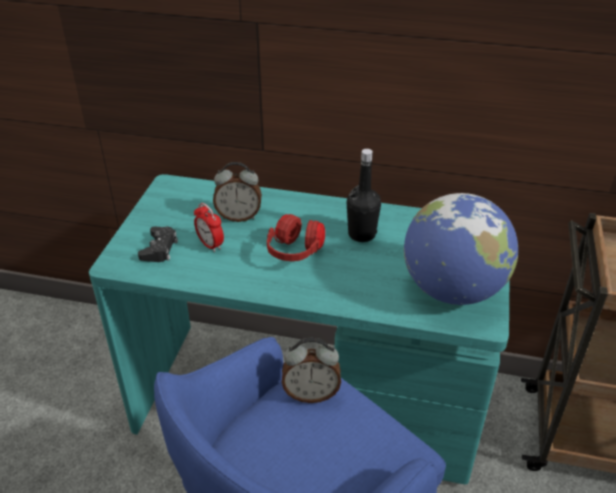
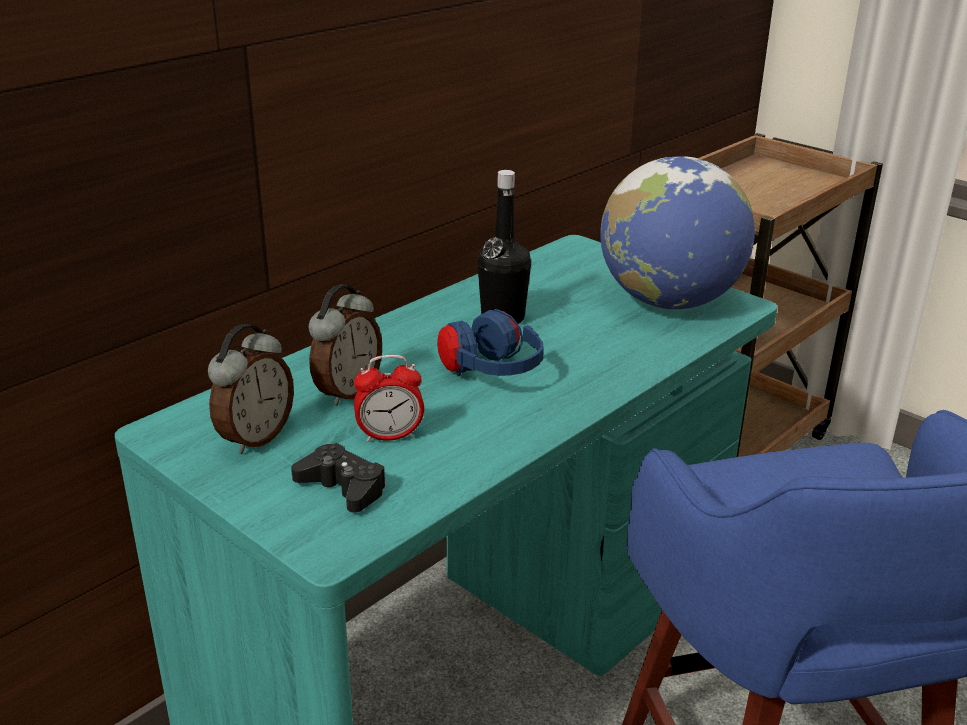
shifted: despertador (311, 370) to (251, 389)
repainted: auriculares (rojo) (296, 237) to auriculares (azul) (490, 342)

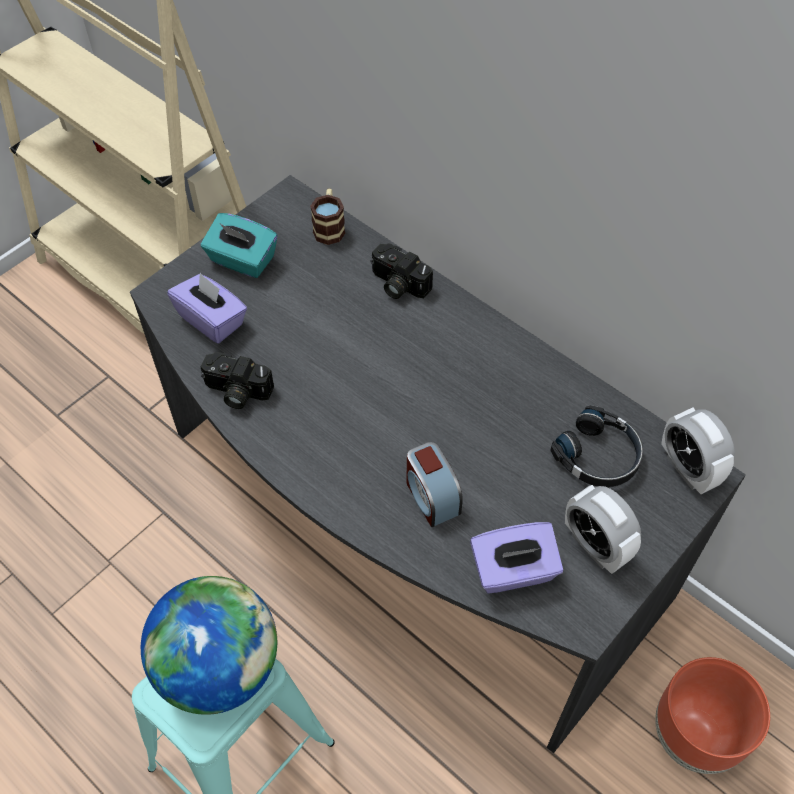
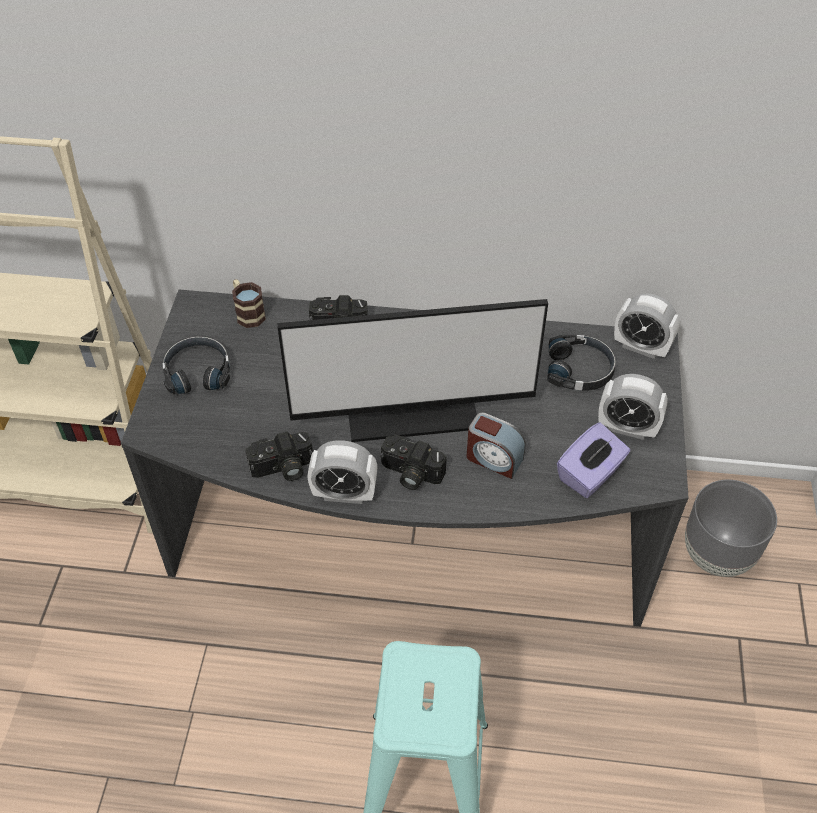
gone: globo terráqueo (209, 645); caja de pañuelos (morado) (207, 308)
new: monitor (412, 370); despertador (342, 472); cámara (413, 462)
swapped: caja de pañuelos (turquesa) (239, 245) to auriculares (negro) (196, 365)
repainted: maceta (marrón) (712, 715) to maceta (gris) (731, 528)

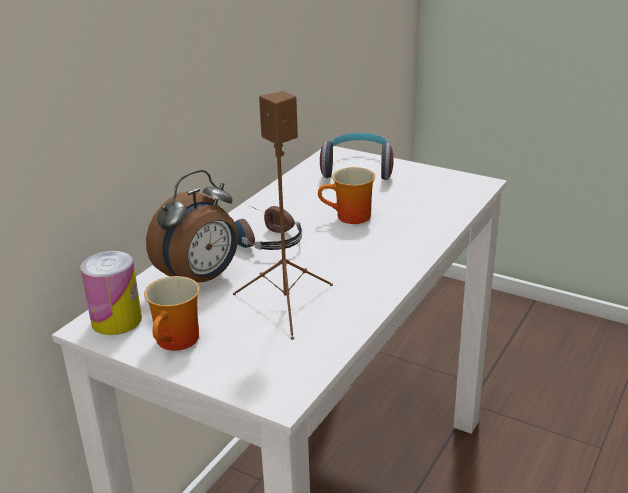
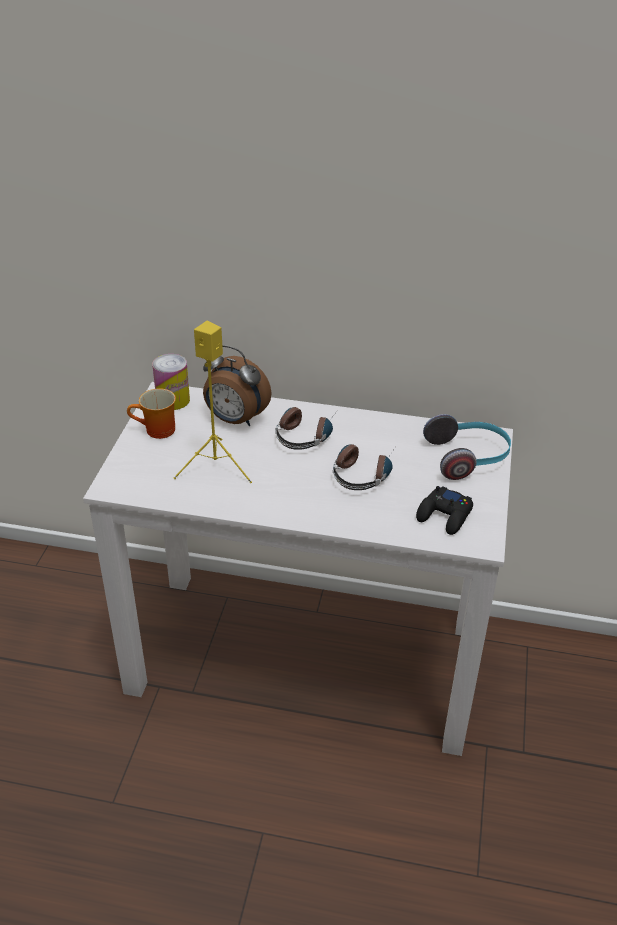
new: mando de consola (negro) (444, 510)
swapped: taza grande (346, 195) to auriculares (364, 467)
repainted: altavoz (marrón) (283, 215) to altavoz (amarillo) (213, 402)

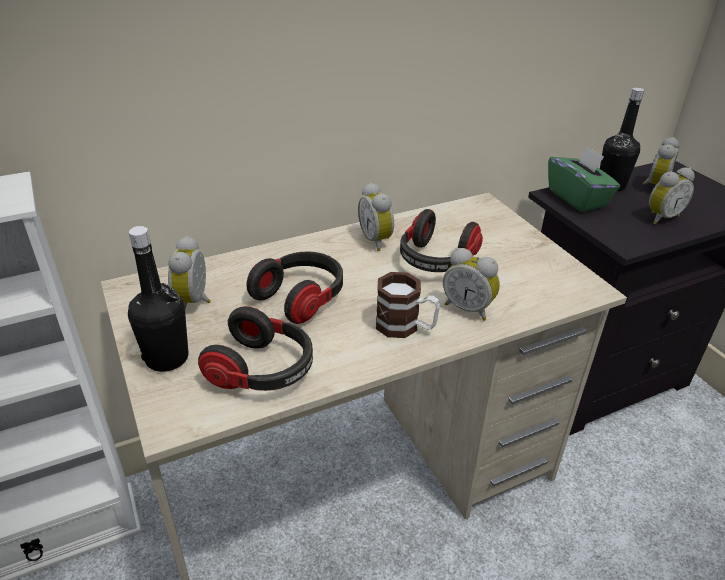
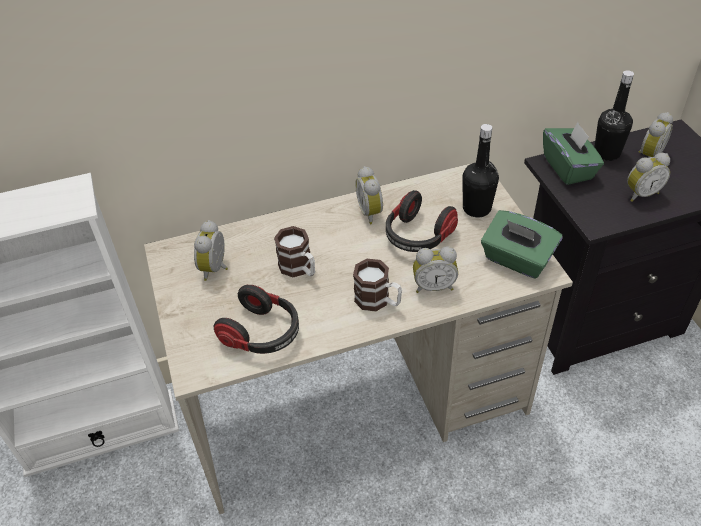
new: caja de pañuelos (verde) (522, 244)
shifted: botella (negro) (158, 299) to (480, 170)
swapped: auriculares (295, 287) to taza grande (294, 251)
rotated: despertador (471, 284) = (435, 269) 45 degrees counterclockwise

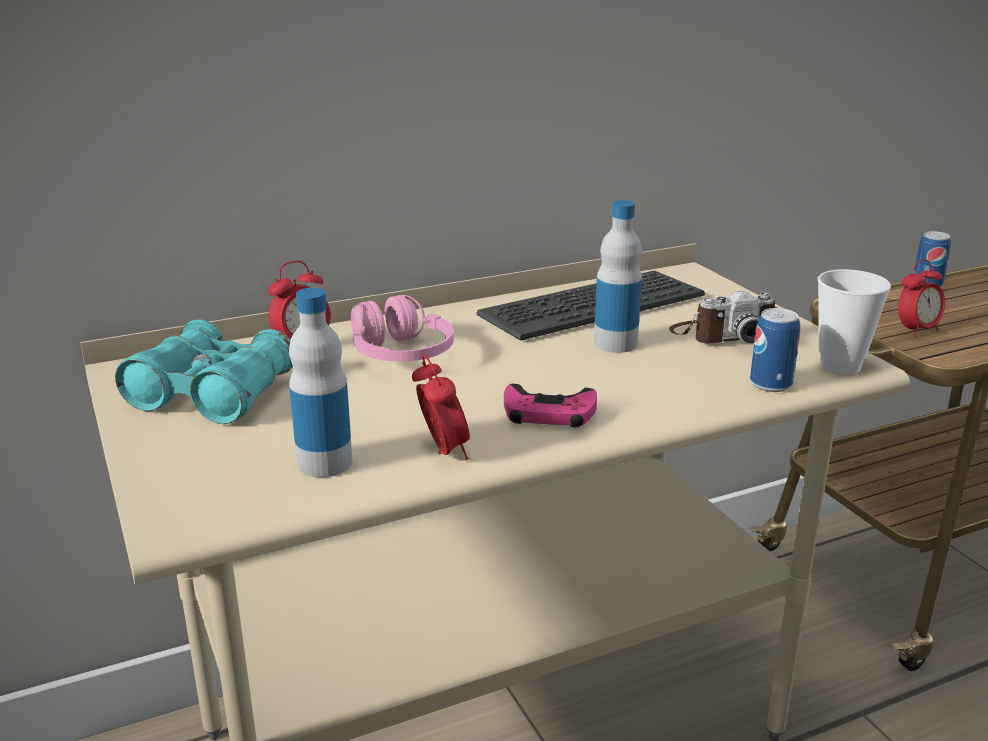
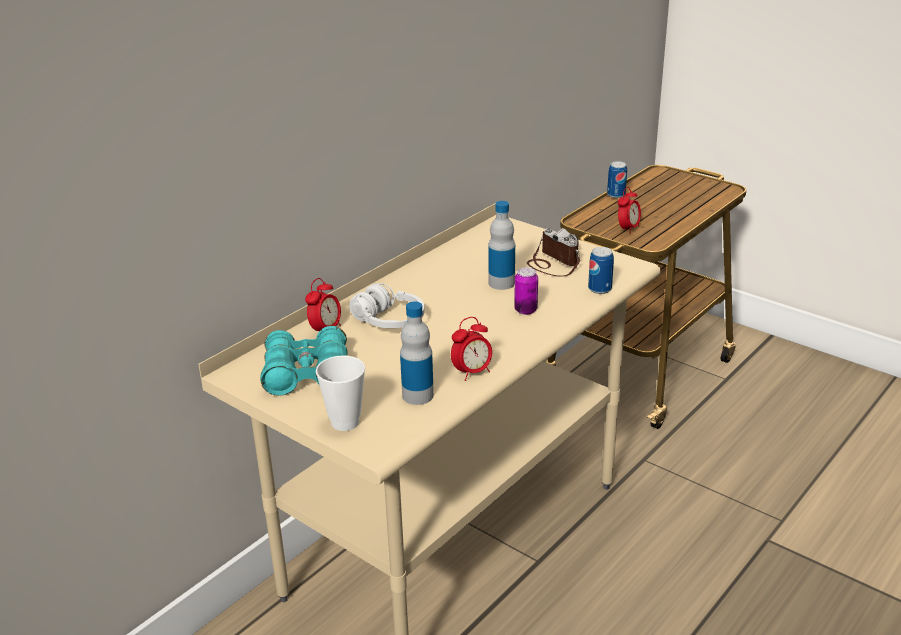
gone: teclado (590, 306); mando de consola (rosa) (550, 405)
new: lata (526, 291)
shifted: taza (854, 322) to (340, 393)
repainted: auriculares (rosa) (402, 328) to auriculares (blanco) (386, 305)
rotated: despertador (441, 407) = (471, 349) 105 degrees clockwise; cámara (723, 317) = (553, 252) 90 degrees counterclockwise

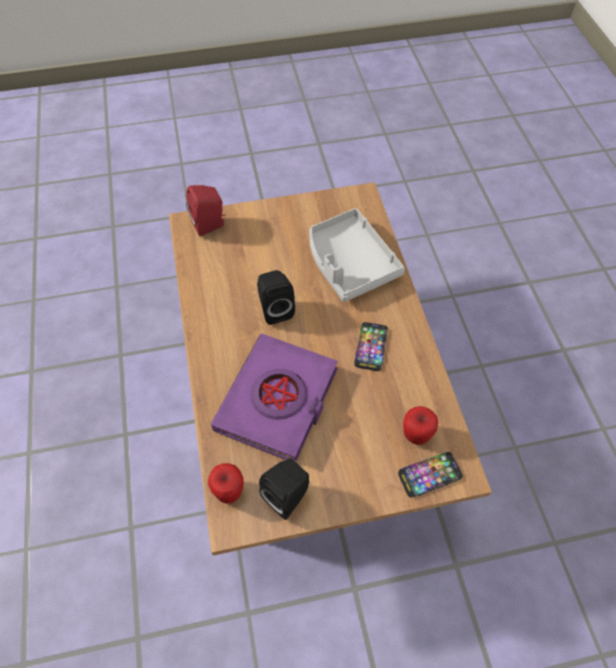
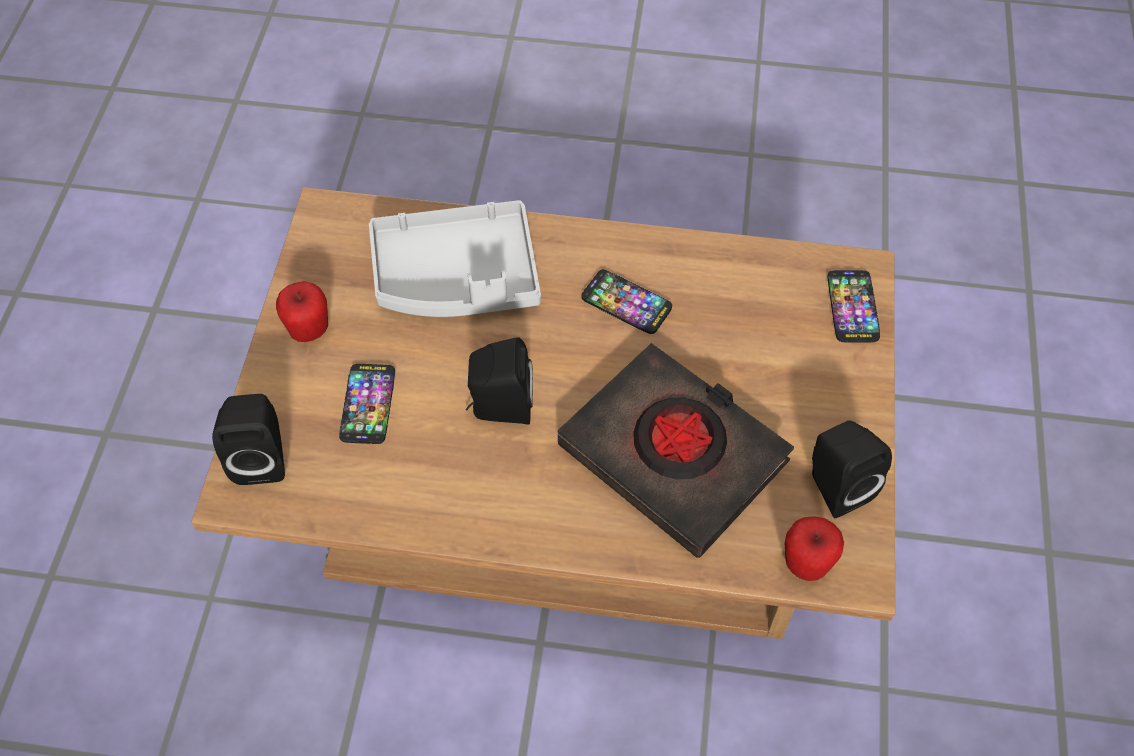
new: móvil (367, 404)
shifted: manzana (420, 425) to (302, 311)
repainted: altavoz (rojo) (205, 210) to altavoz (negro) (248, 439); libro (morado) (274, 397) to libro (negro) (676, 450)

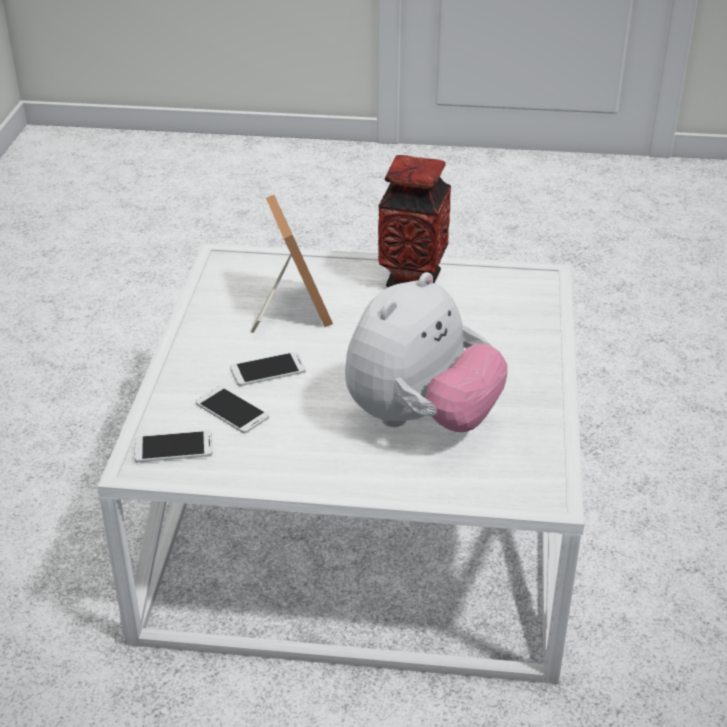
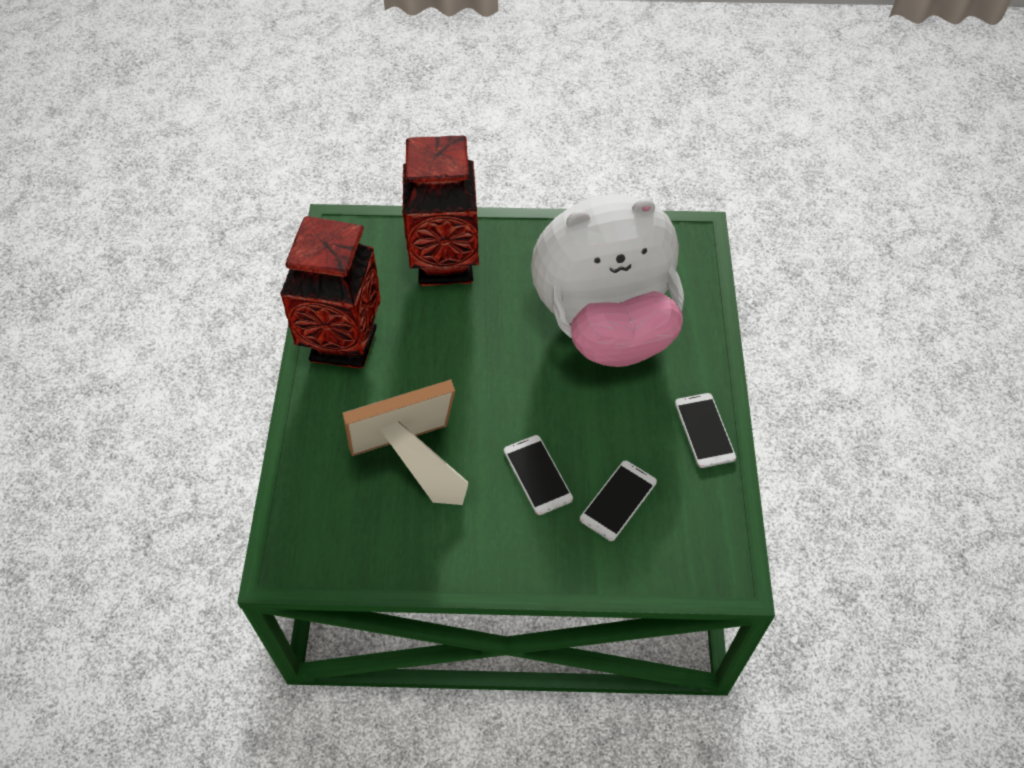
new: florero (440, 211)
shifted: móvil (173, 446) to (705, 430)
repainted: mesa de centro (blanco) (340, 463) to mesa de centro (verde) (506, 450)
rotated: peluche (426, 352) = (607, 280) 135 degrees clockwise

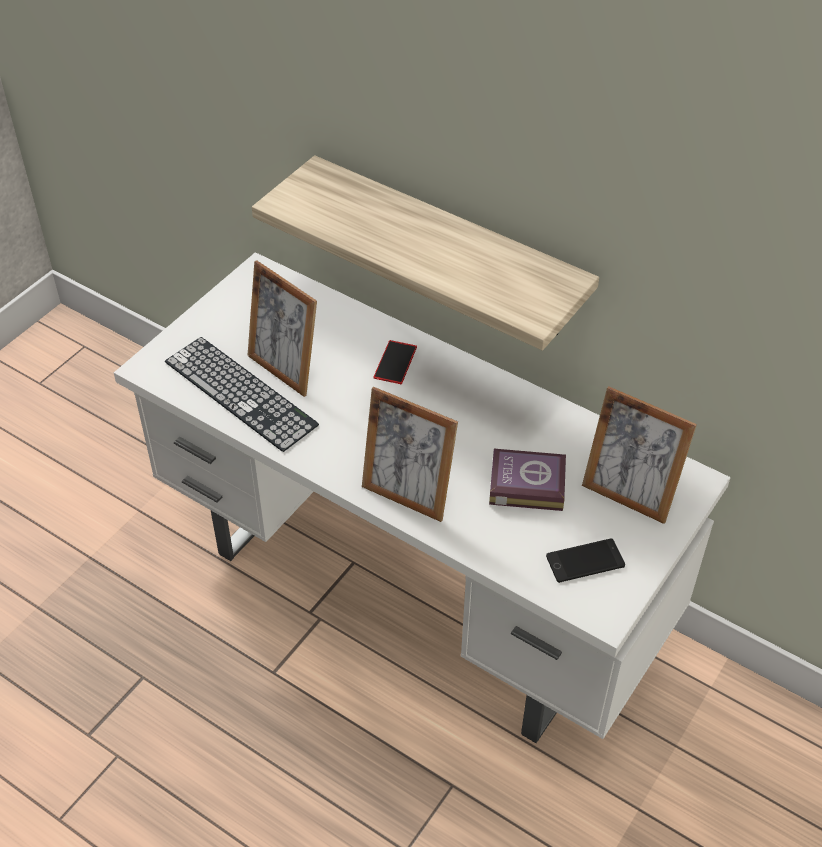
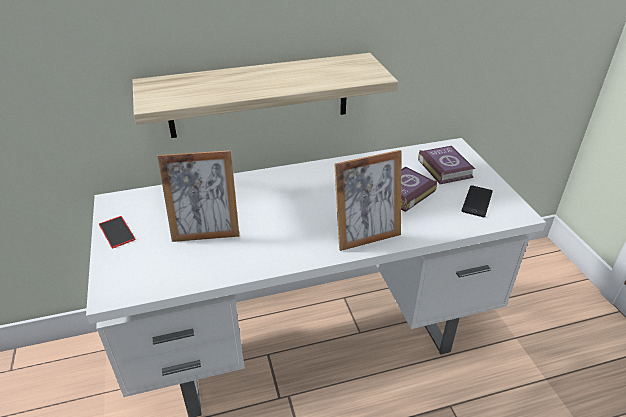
gone: teclado (242, 394)
shifted: móvil (395, 362) to (117, 232)
swapped: portarretratos (639, 455) to libro (446, 165)

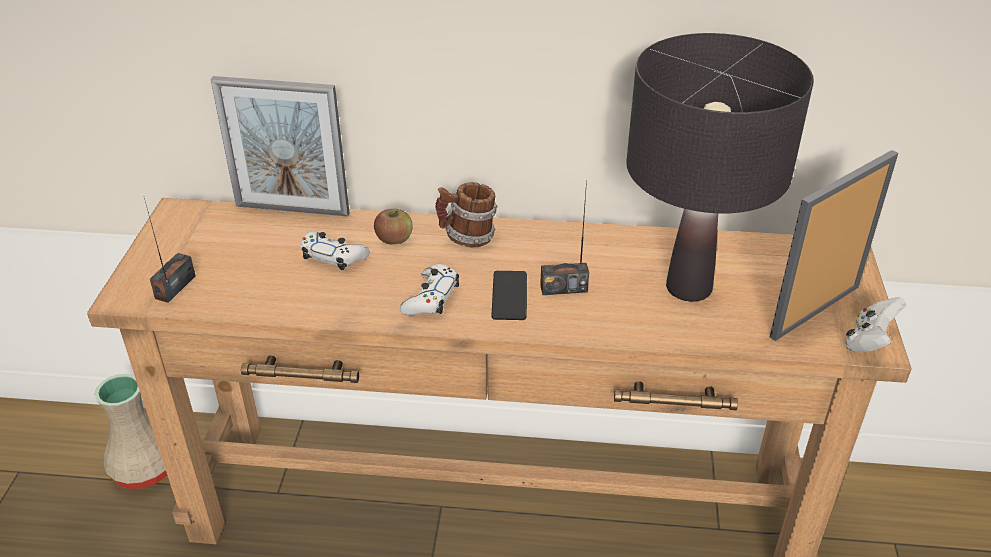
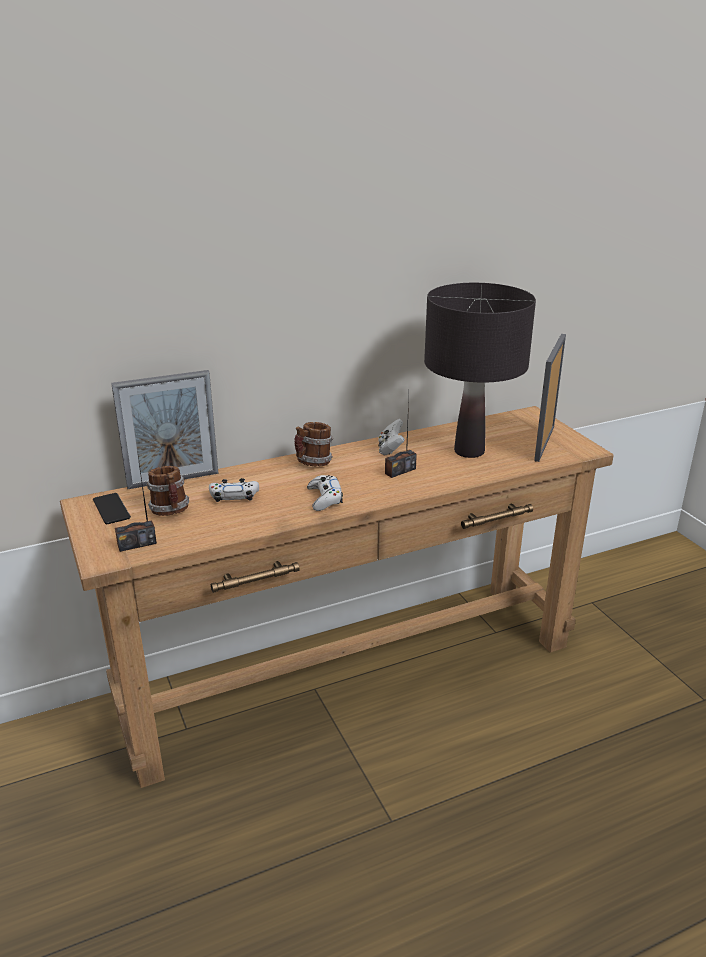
gone: florero (beis) (131, 431); manzana (393, 226)
new: taza grande (167, 491)
shifted: móvil (509, 295) to (112, 508); mando de consola (blanco) (875, 324) to (391, 437)
rotated: radio (170, 250) = (136, 504) 105 degrees counterclockwise

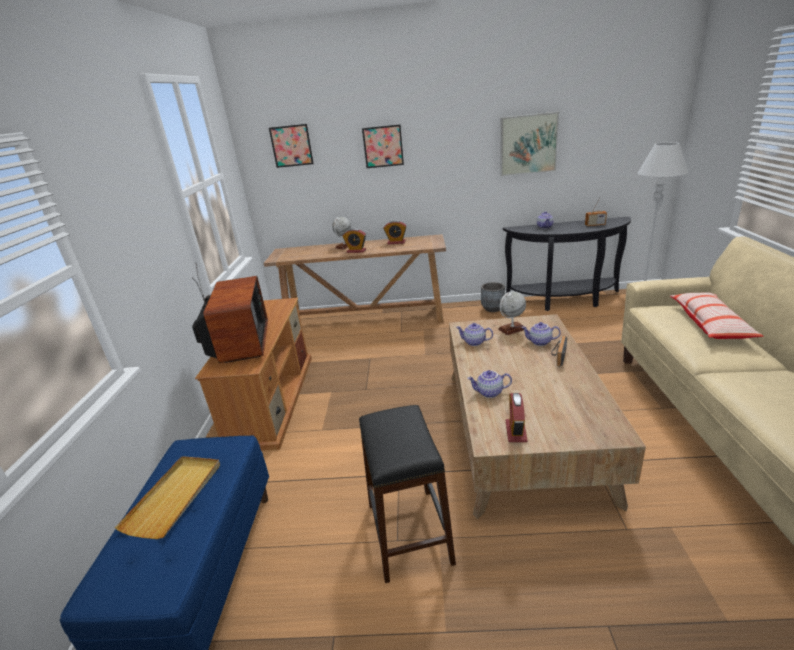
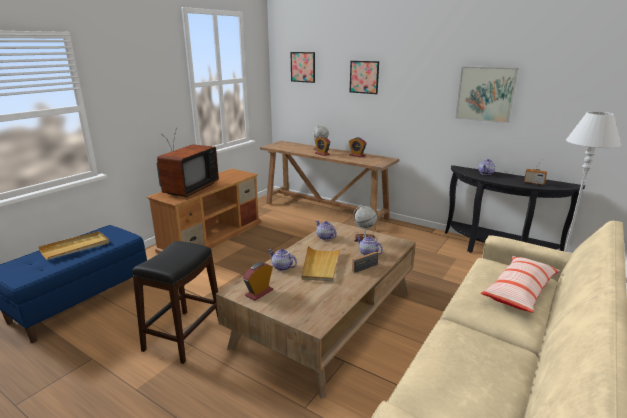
gone: maceta (gris) (493, 297)
new: bandeja (beis) (321, 263)

